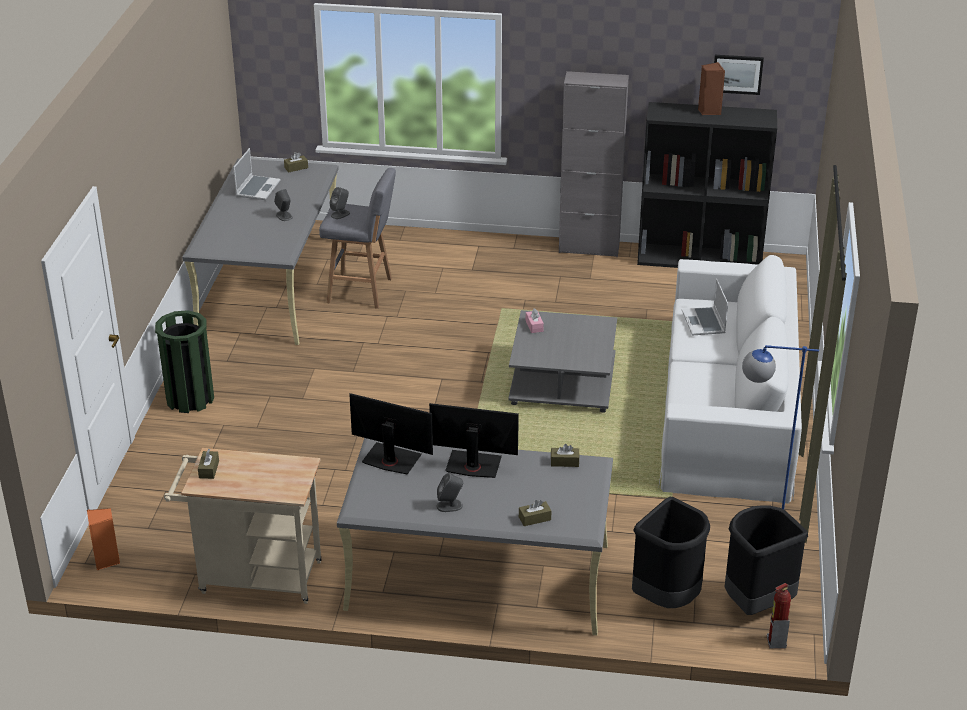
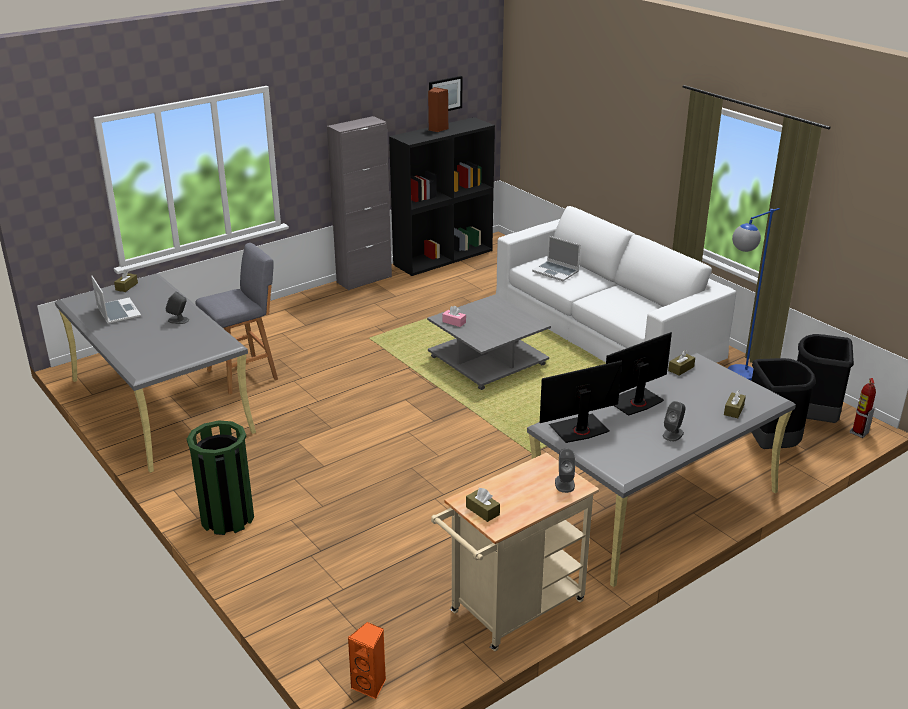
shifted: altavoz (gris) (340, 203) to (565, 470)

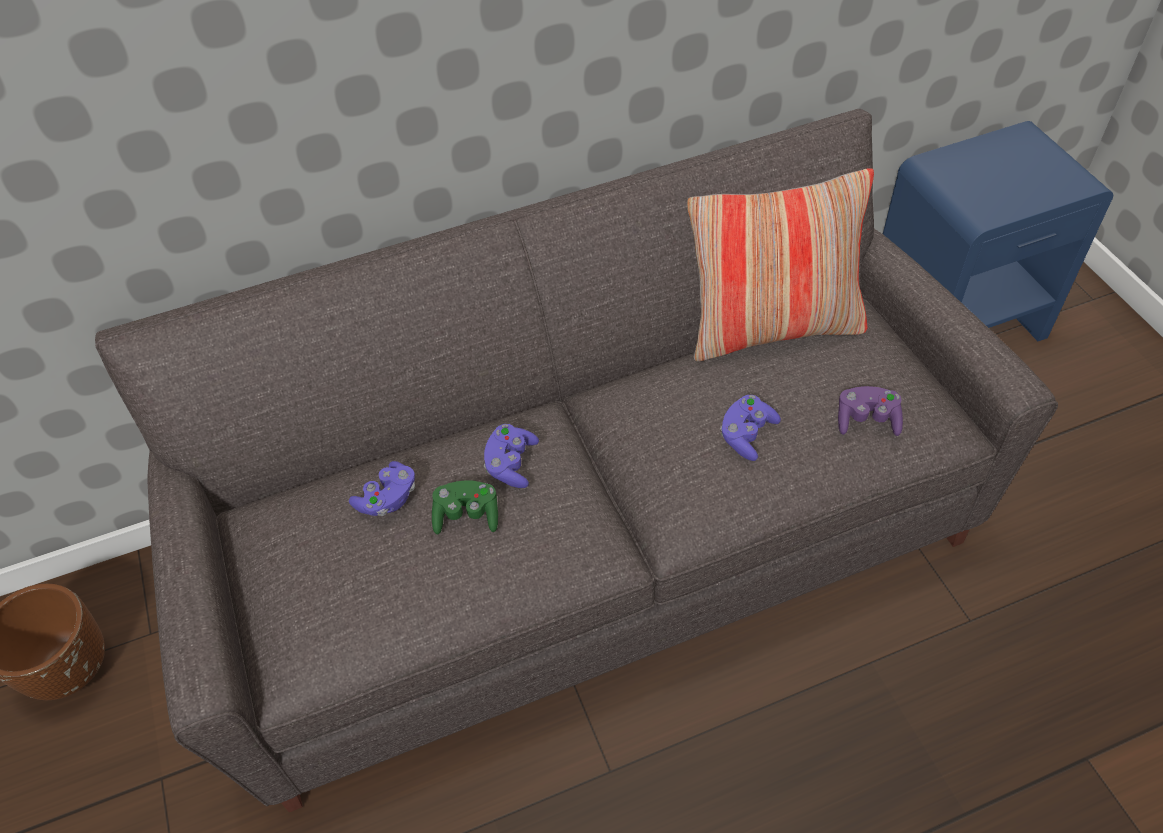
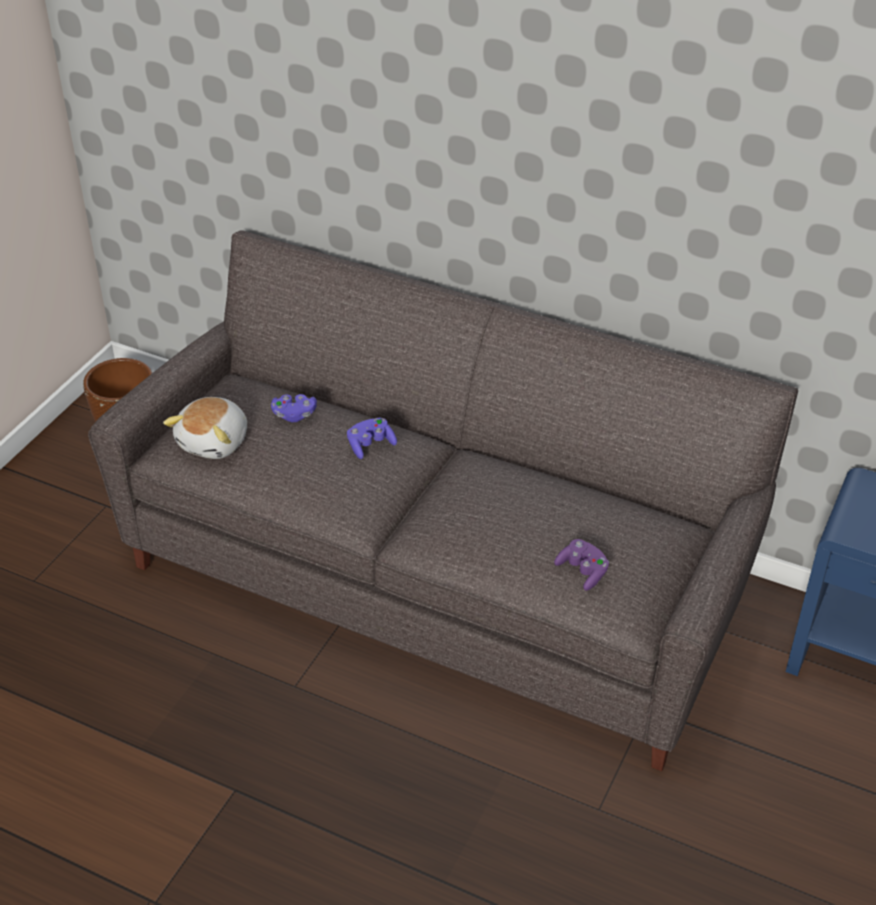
gone: mando de consola (verde) (465, 507); cojín (780, 264); mando de consola (morado) (750, 428)
new: peluche (205, 428)

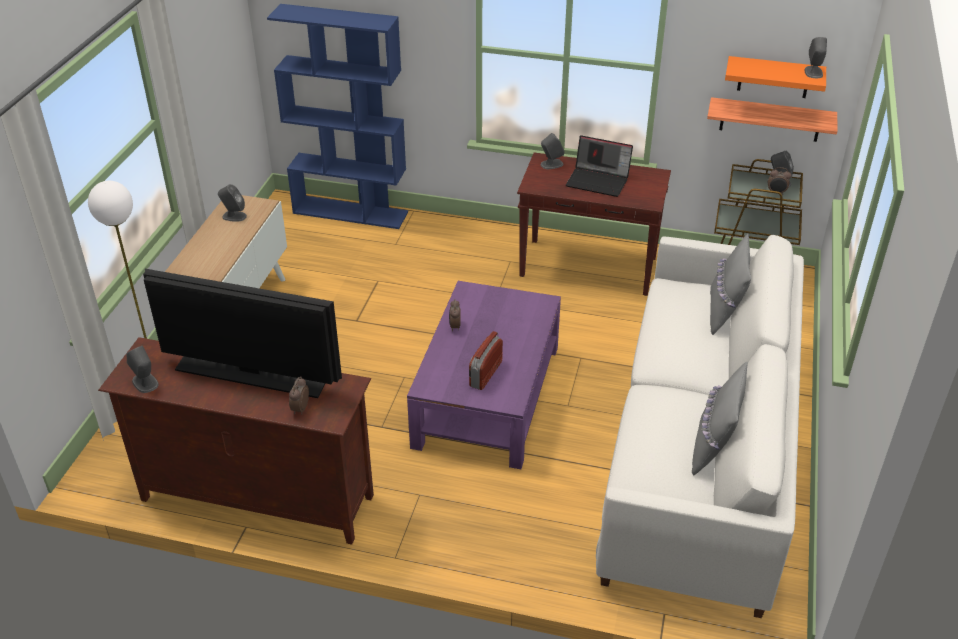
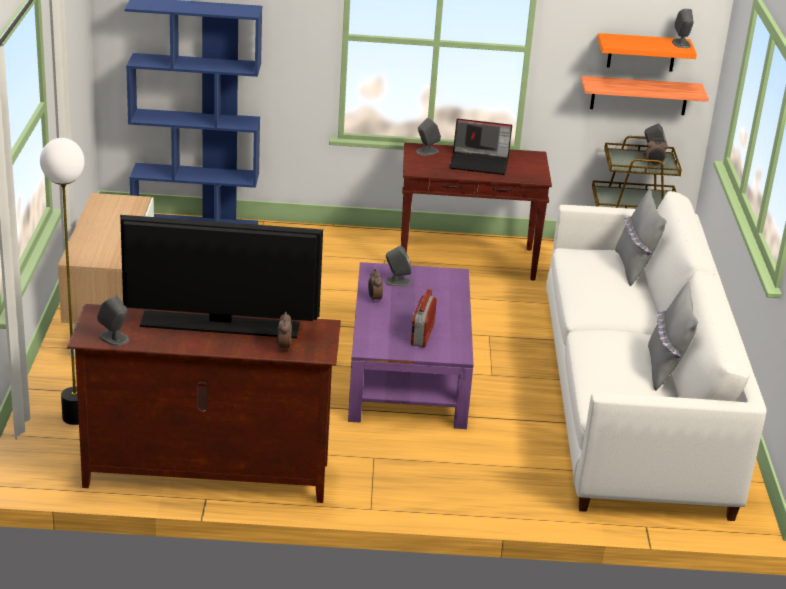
shifted: altavoz (gris) (232, 203) to (398, 266)

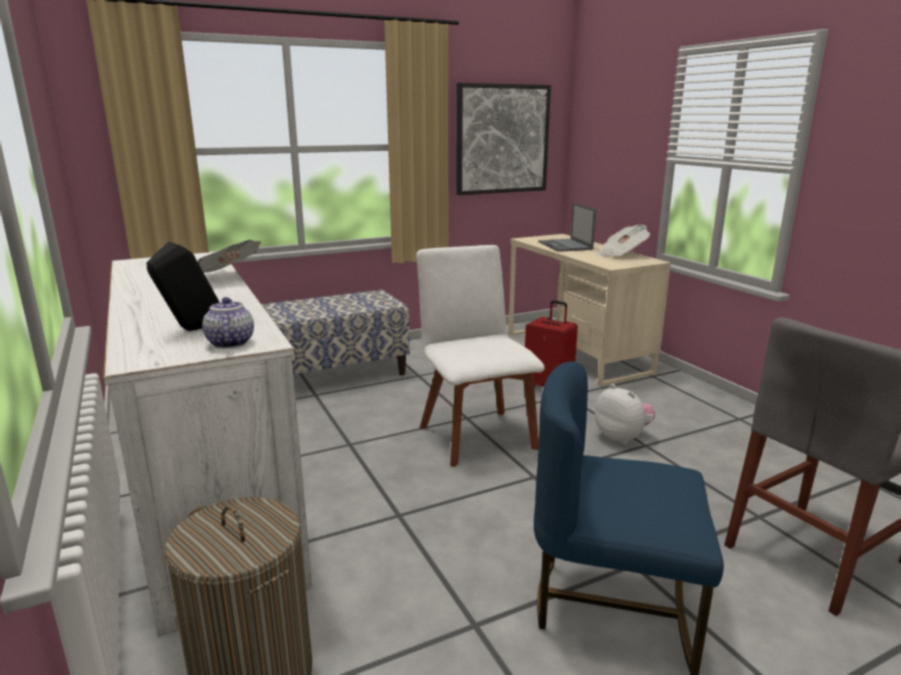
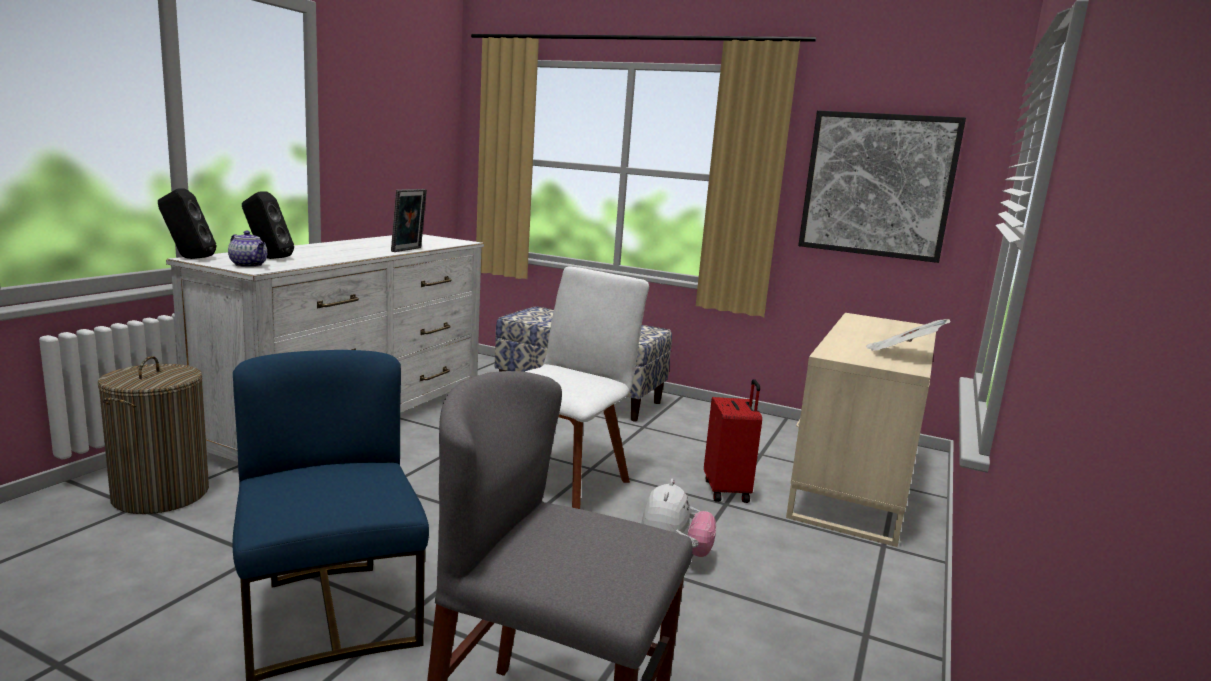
gone: portátil (567, 227)
new: altavoz (negro) (187, 223)
swapped: periódico (229, 256) to portarretratos (409, 220)
rotated: tetera (228, 322) = (247, 249) 90 degrees clockwise

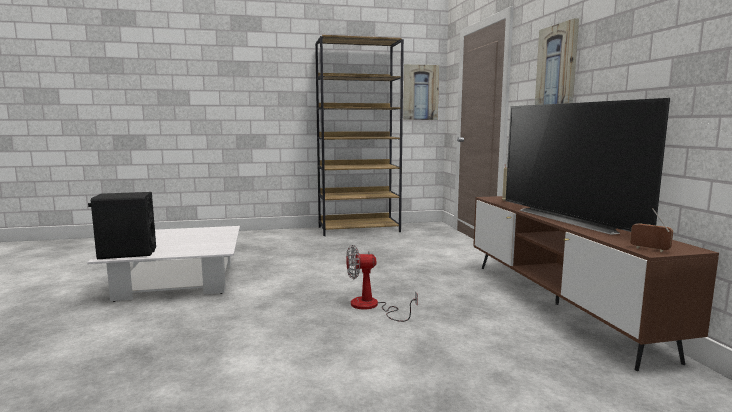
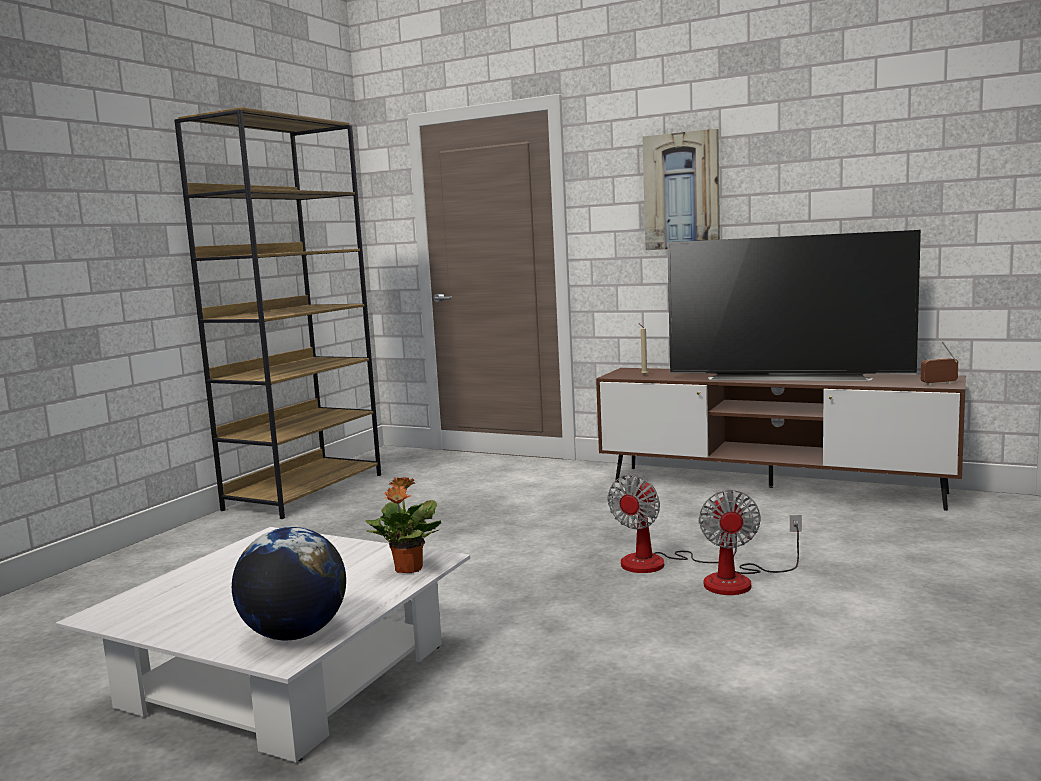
gone: cuadro (421, 92)
new: planta en maceta (403, 525); ventilador (750, 542)
swapped: altavoz (negro) (122, 225) to globo terráqueo (289, 584)

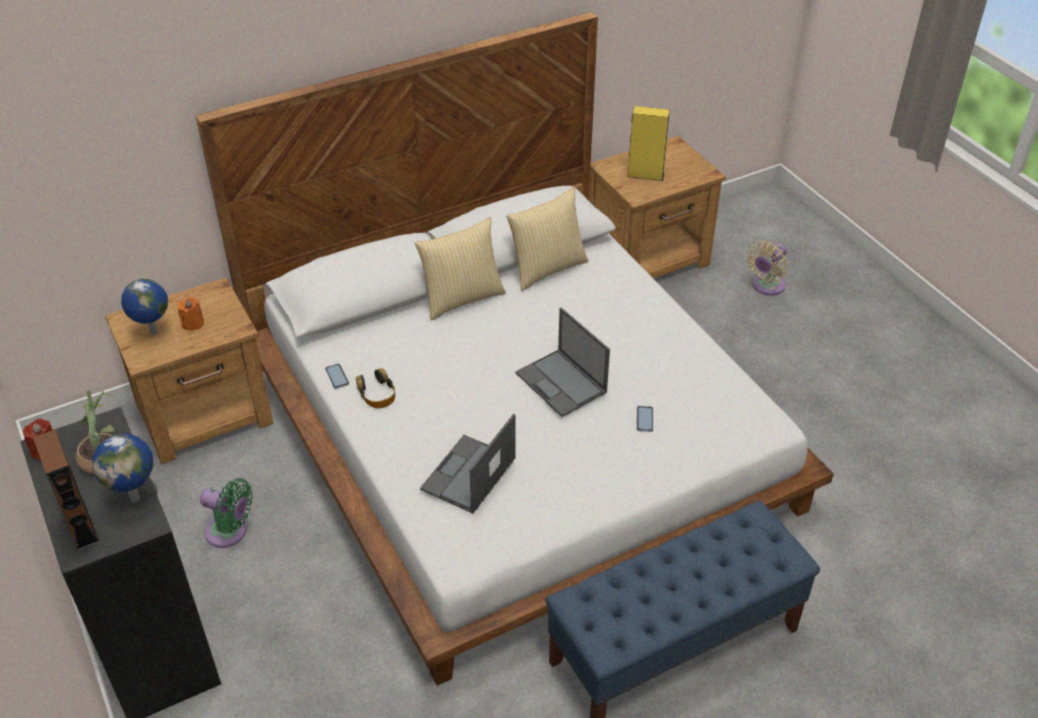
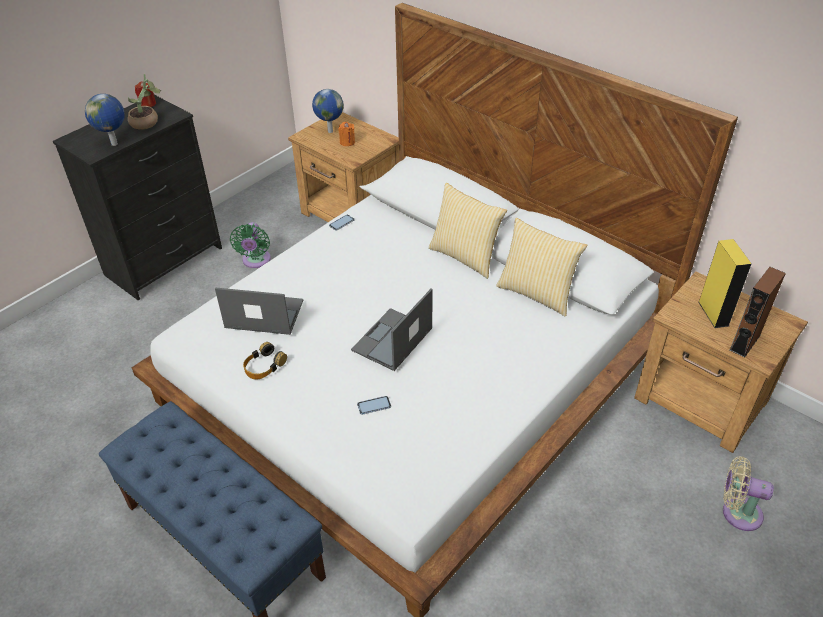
shifted: altavoz (marrón) (66, 490) to (758, 312); auriculares (375, 388) to (265, 361)

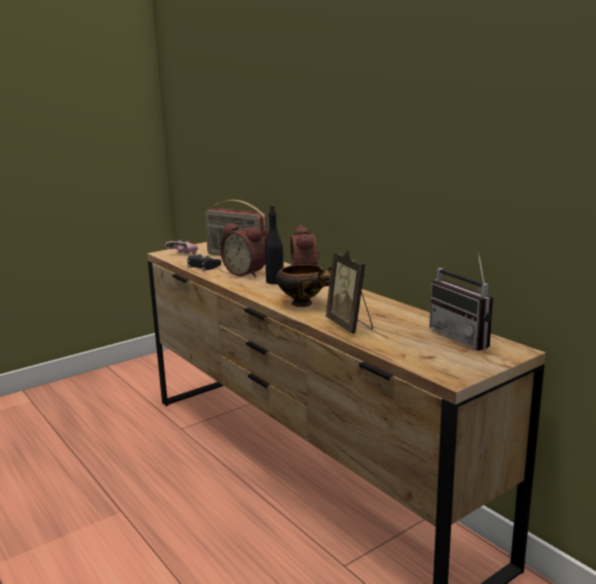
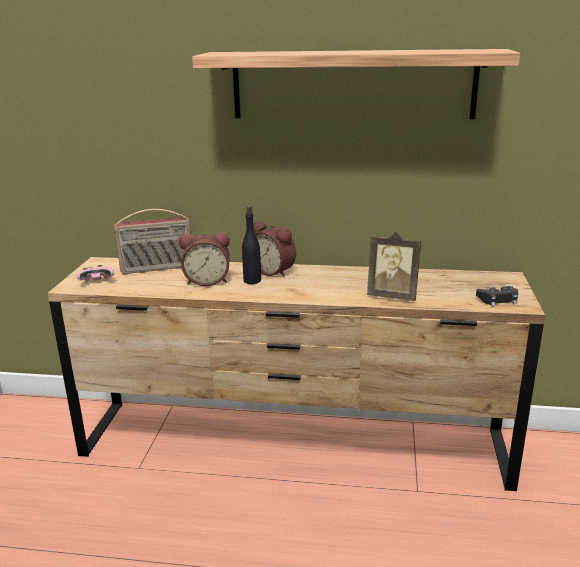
gone: cuenco (304, 285); radio (461, 301)
new: estante (356, 84)
shifted: mando de consola (negro) (204, 262) to (497, 296)

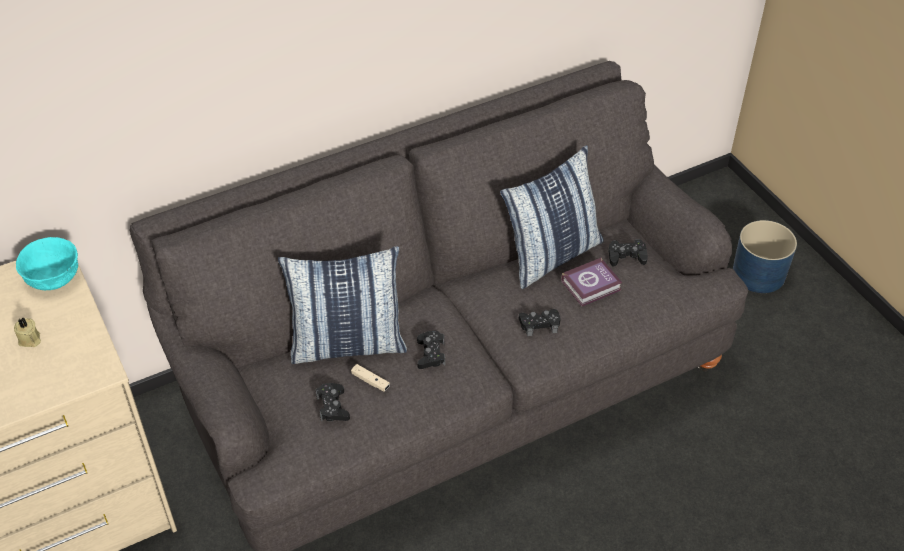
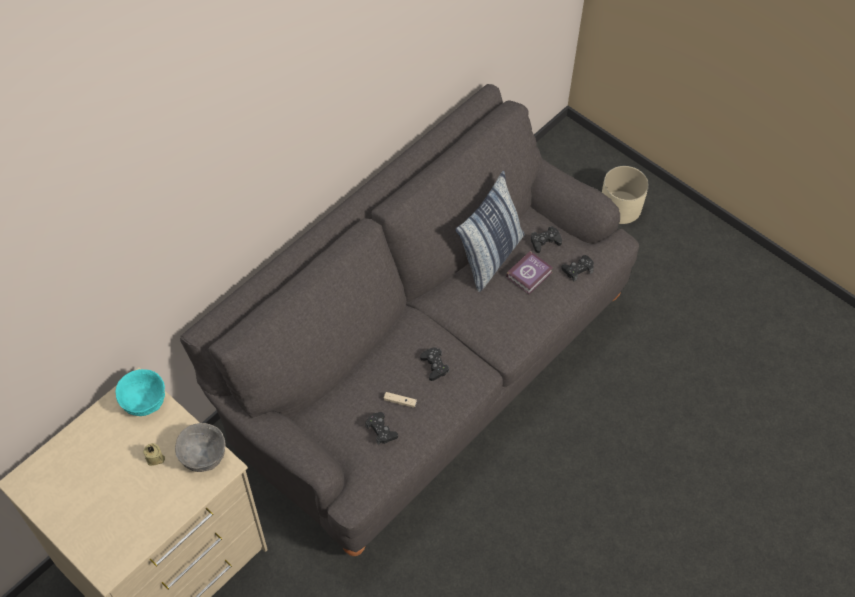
gone: cojín (342, 305)
new: cuenco (gris) (200, 447)
shifted: mando de consola (negro) (540, 322) to (577, 268)
repainted: maceta (azul) (765, 256) to maceta (beis) (625, 195)

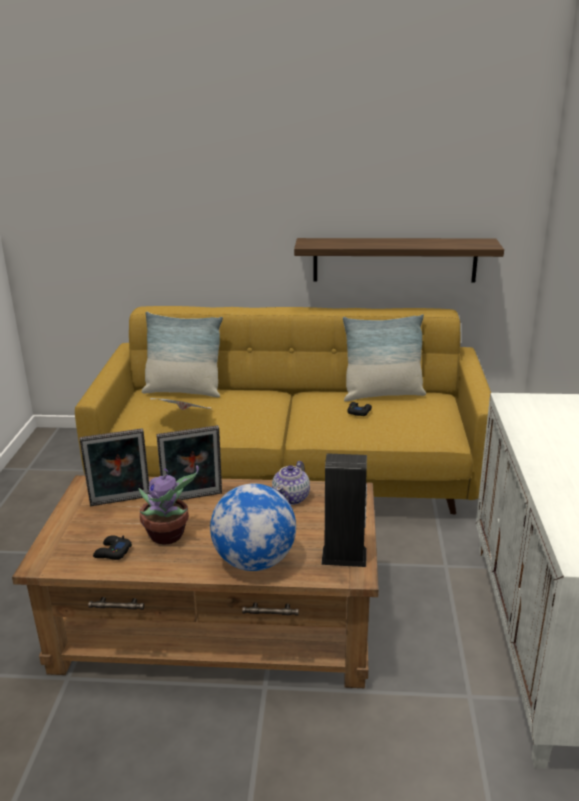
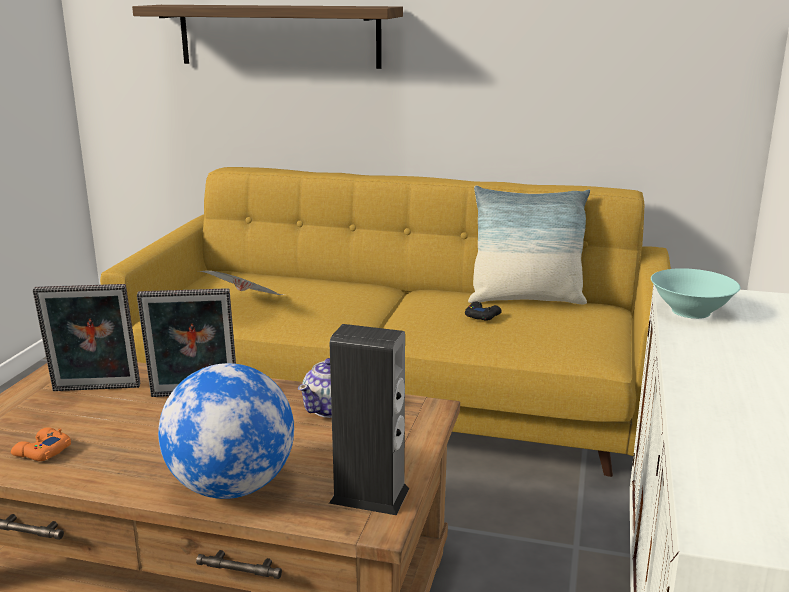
gone: planta en maceta (169, 505); cojín (182, 354)
new: cuenco (turquesa) (696, 293)
shifted: estante (399, 260) to (267, 37)
repainted: mando de consola (negro) (112, 547) to mando de consola (naranja) (41, 444)

